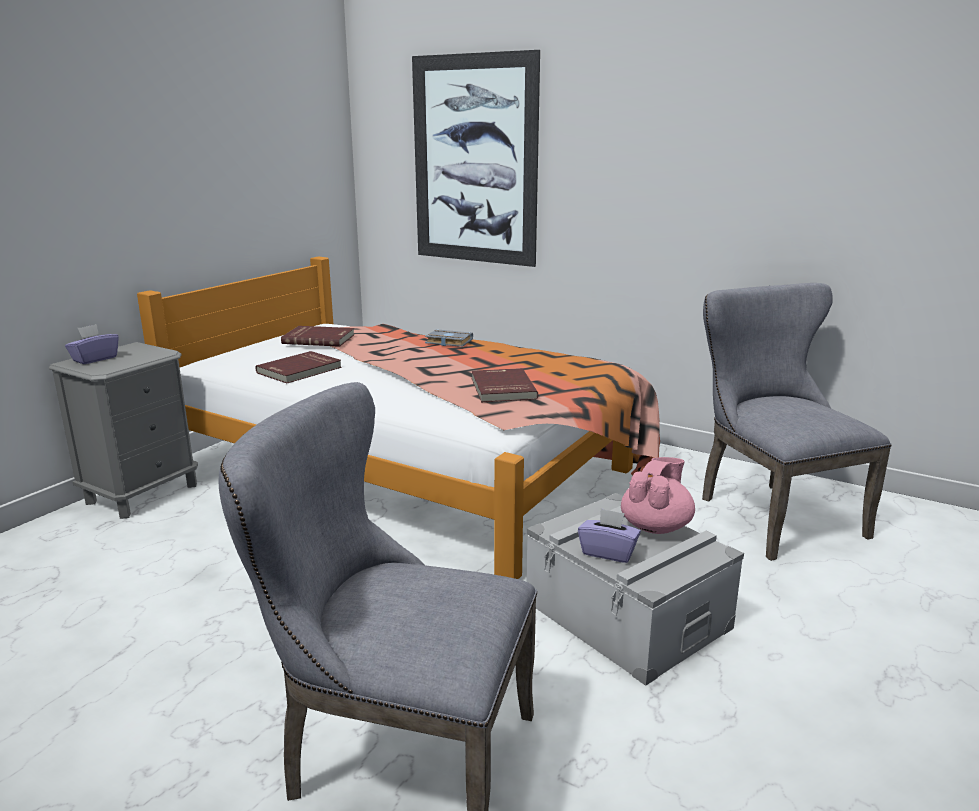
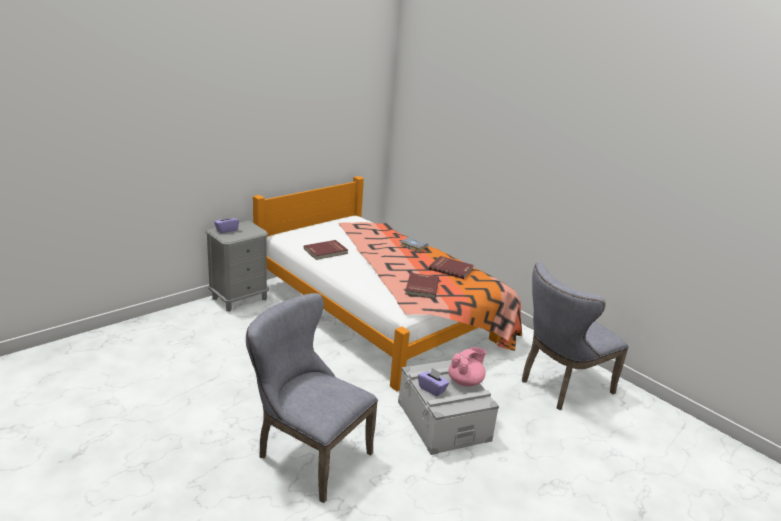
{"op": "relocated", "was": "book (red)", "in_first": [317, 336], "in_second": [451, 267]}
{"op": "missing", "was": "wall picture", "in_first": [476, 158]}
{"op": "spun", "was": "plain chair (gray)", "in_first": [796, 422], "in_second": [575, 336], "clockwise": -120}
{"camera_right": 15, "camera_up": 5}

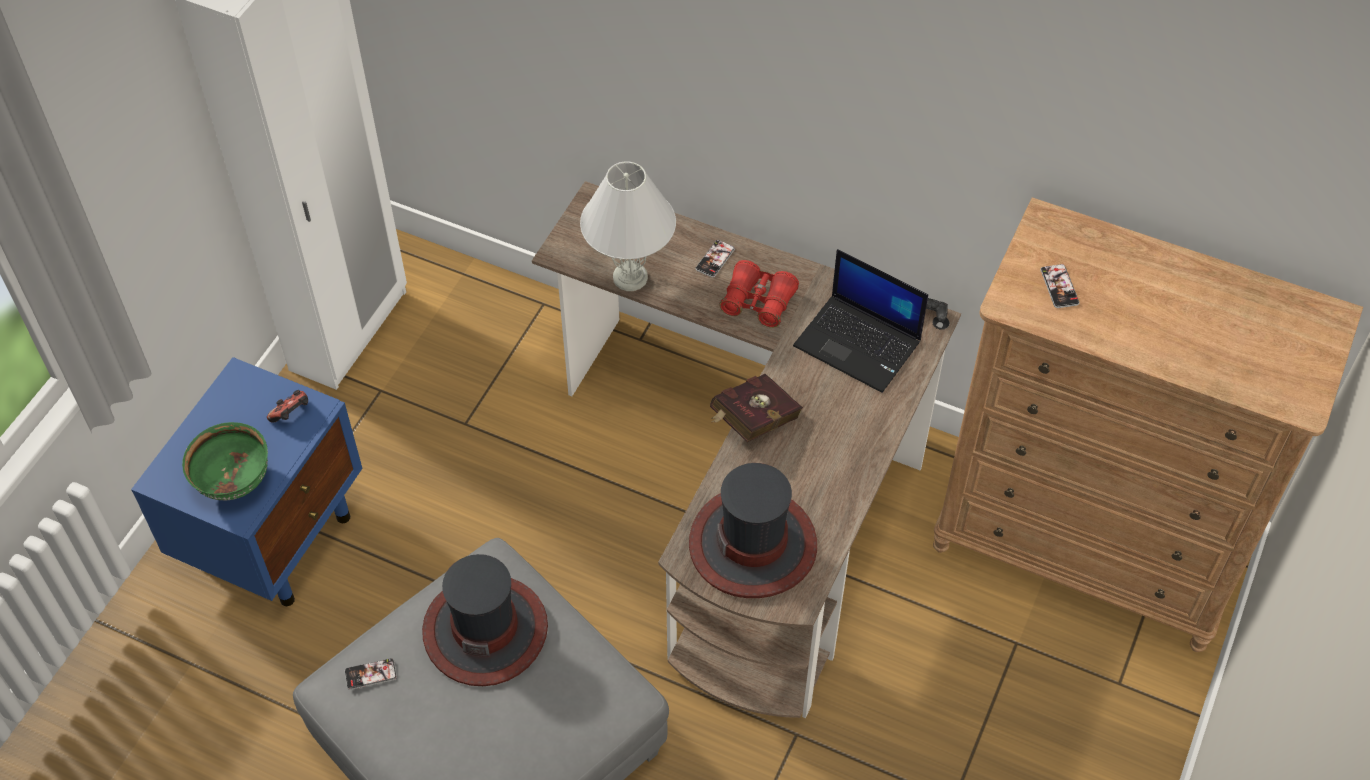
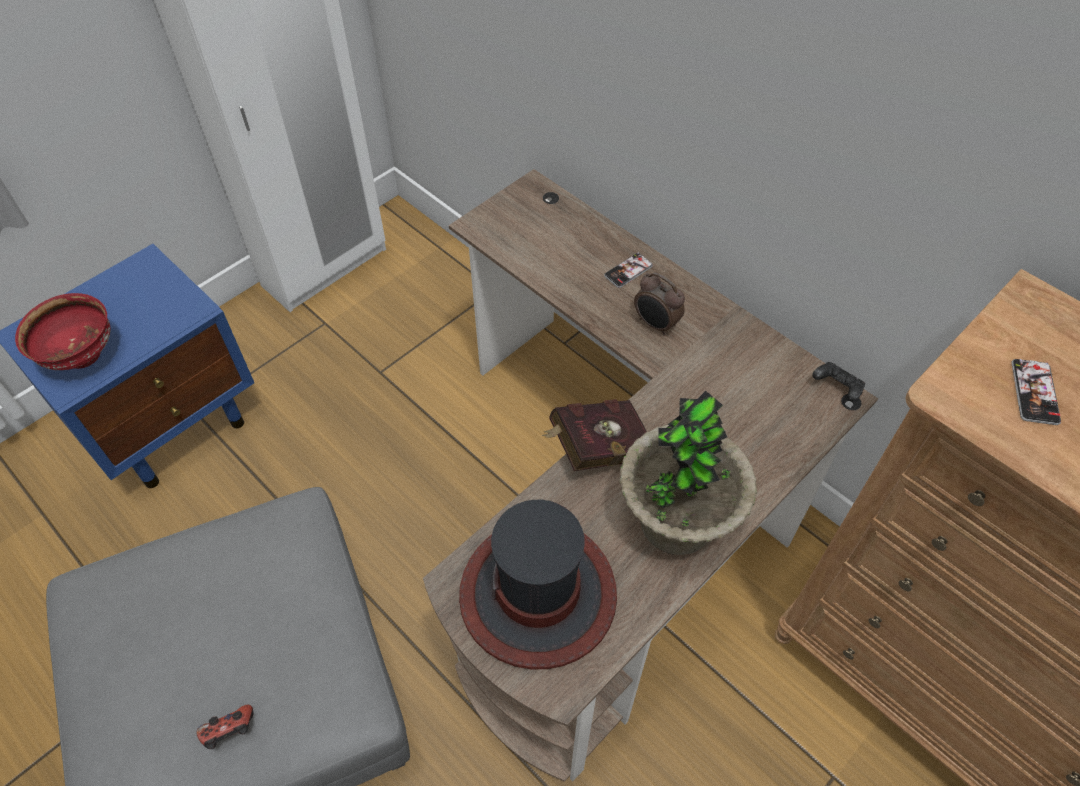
{"op": "colour", "was": "serving bowl (green)", "now": "serving bowl (red)", "in_first": [225, 461], "in_second": [62, 331]}
{"op": "relocated", "was": "gamepad", "in_first": [287, 406], "in_second": [225, 727]}
{"op": "missing", "was": "phone", "in_first": [370, 674]}
{"op": "missing", "was": "hat", "in_first": [485, 620]}
{"op": "missing", "was": "lamp for a table (white-coloured)", "in_first": [628, 226]}
{"op": "exchanged", "was": "pair of binoculars (red)", "now": "table clock", "in_first": [759, 294], "in_second": [659, 303]}
{"op": "missing", "was": "portable computer", "in_first": [860, 321]}
{"op": "appeared", "now": "potted plant", "in_second": [688, 473]}
{"camera_right": 20, "camera_up": 0}

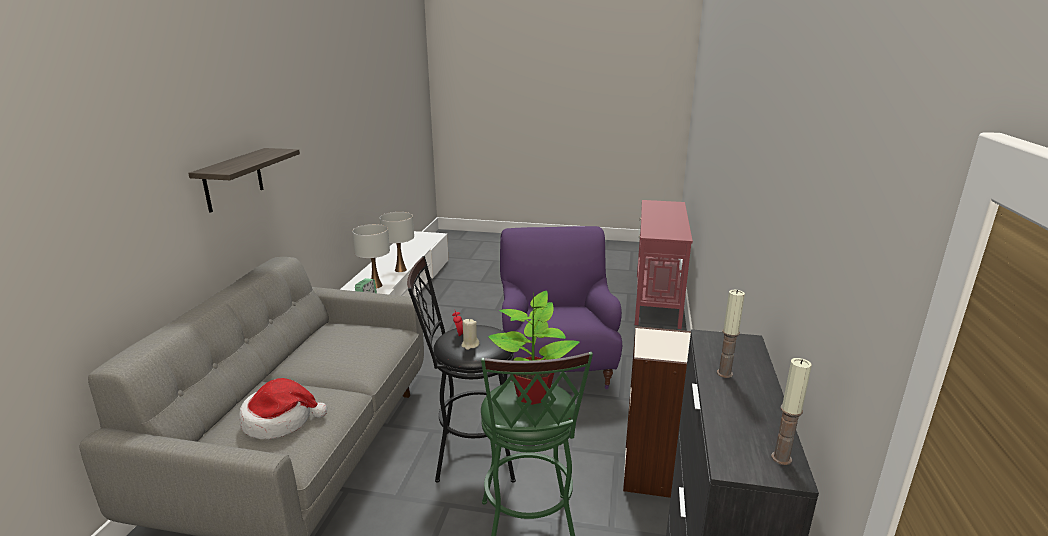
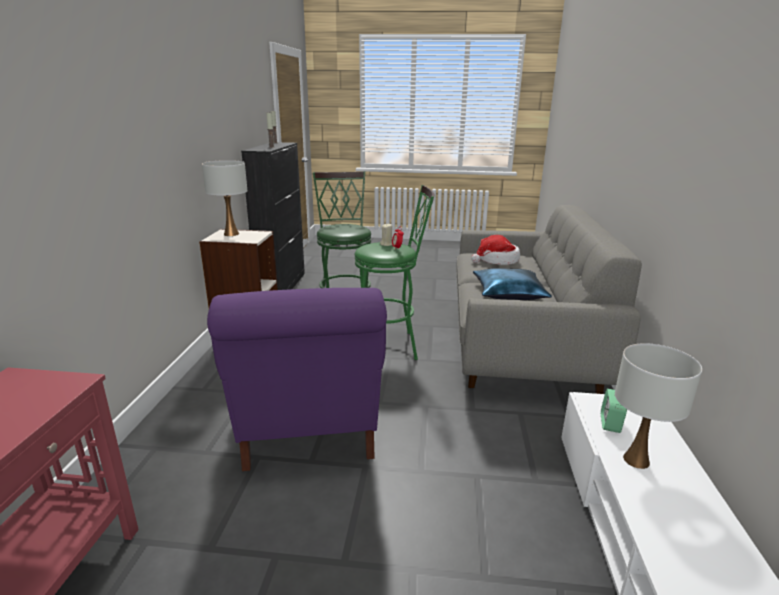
{"op": "missing", "was": "shelf", "in_first": [244, 180]}
{"op": "relocated", "was": "lamp for a table (white-coloured)", "in_first": [397, 242], "in_second": [224, 198]}
{"op": "colour", "was": "stool (black-coloured)", "now": "stool (green)", "in_first": [461, 369], "in_second": [394, 272]}
{"op": "missing", "was": "potted plant", "in_first": [533, 348]}
{"op": "appeared", "now": "pillow (bluish)", "in_second": [512, 284]}
{"camera_right": 175, "camera_up": 0}

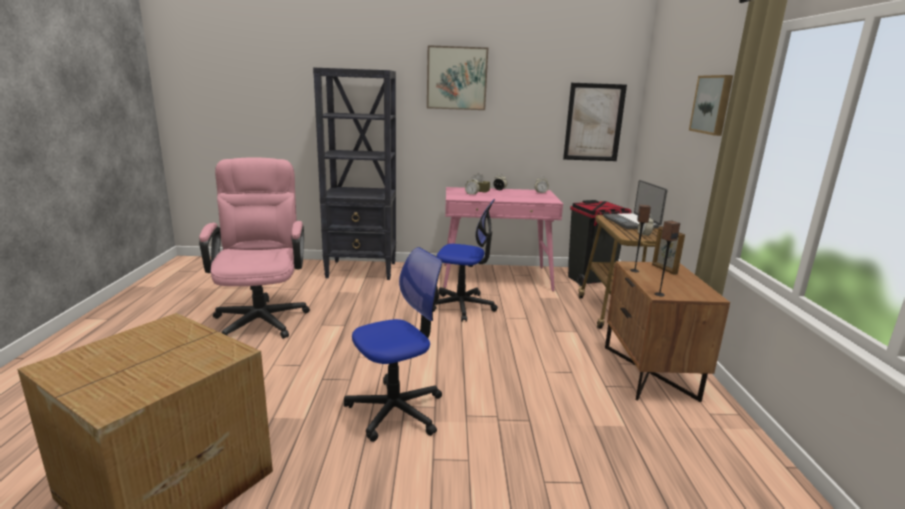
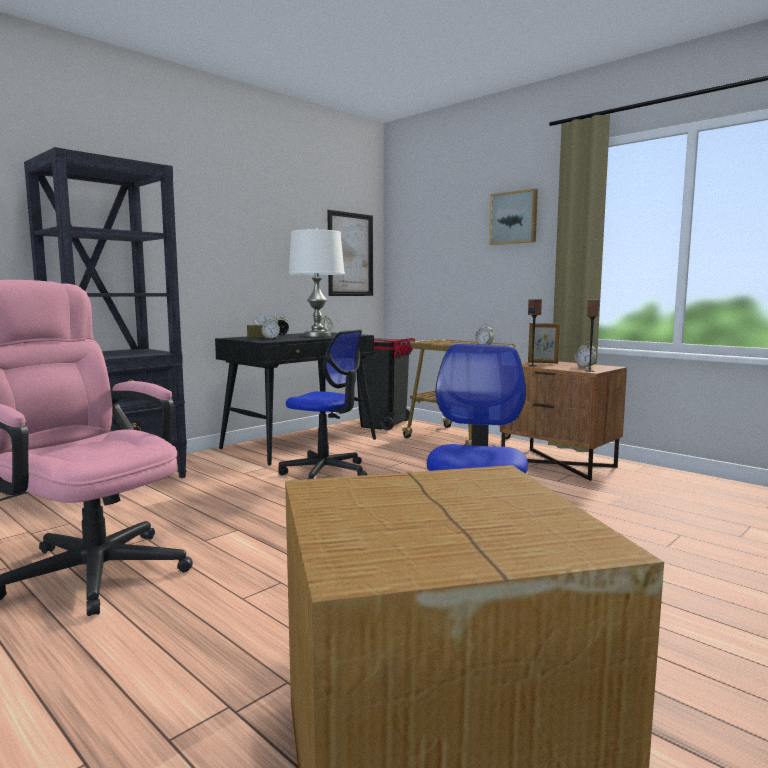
{"op": "missing", "was": "wall picture", "in_first": [457, 77]}
{"op": "spun", "was": "computer chair", "in_first": [465, 260], "in_second": [323, 404], "clockwise": 60}
{"op": "colour", "was": "desk unit (pink)", "now": "desk unit (black-coloured)", "in_first": [503, 239], "in_second": [295, 399]}
{"op": "missing", "was": "portable computer", "in_first": [635, 204]}
{"op": "appeared", "now": "lamp for a table (white-coloured)", "in_second": [317, 282]}
{"op": "appeared", "now": "table clock", "in_second": [586, 354]}
{"camera_right": -45, "camera_up": -10}

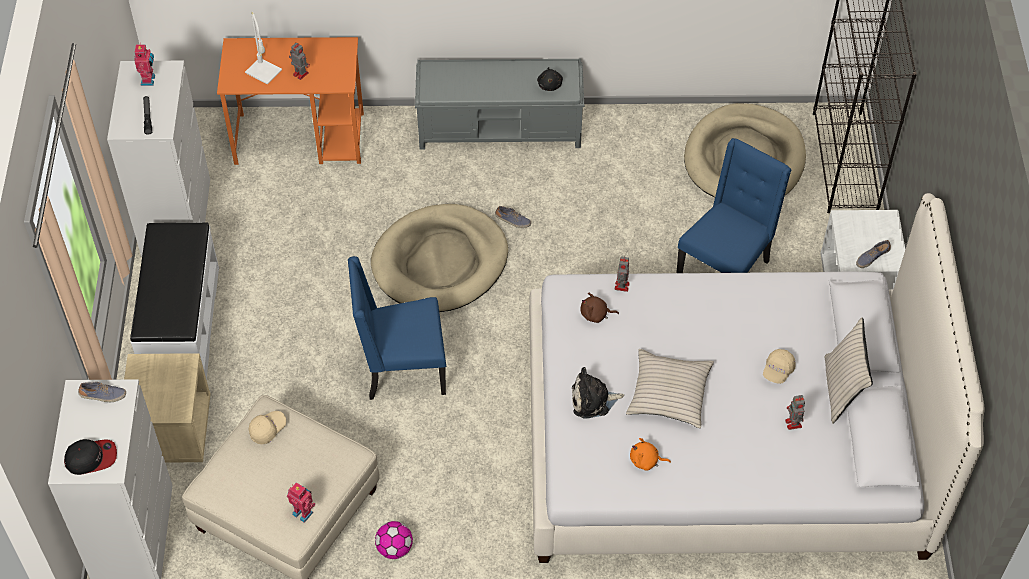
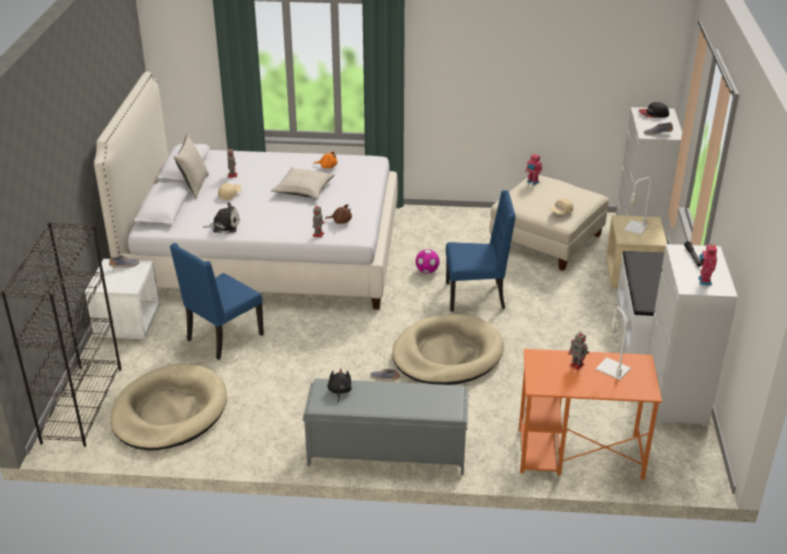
{"op": "relocated", "was": "ball for football", "in_first": [394, 540], "in_second": [428, 261]}
{"op": "relocated", "was": "cuddly toy", "in_first": [598, 393], "in_second": [221, 218]}
{"op": "appeared", "now": "lamp for a table (white-coloured)", "in_second": [638, 206]}
{"camera_right": -175, "camera_up": -20}

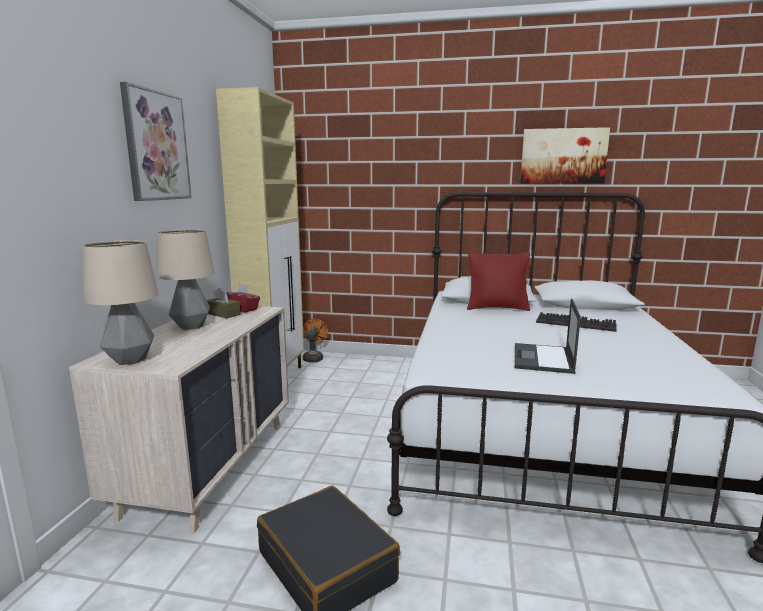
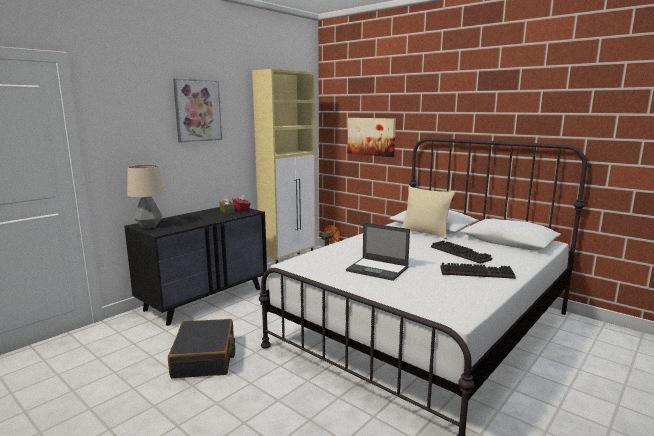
{"op": "colour", "was": "chest of drawers (sand-coloured)", "now": "chest of drawers (black-coloured)", "in_first": [179, 419], "in_second": [195, 266]}
{"op": "missing", "was": "lamp for a table", "in_first": [186, 279]}
{"op": "colour", "was": "pillow (red)", "now": "pillow (sand-coloured)", "in_first": [498, 281], "in_second": [428, 212]}
{"op": "spun", "was": "portable computer", "in_first": [548, 336], "in_second": [378, 252], "clockwise": -105}
{"op": "relocated", "was": "wall picture", "in_first": [565, 155], "in_second": [372, 137]}
{"op": "appeared", "now": "PC keyboard", "in_second": [478, 271]}
{"camera_right": 30, "camera_up": 0}

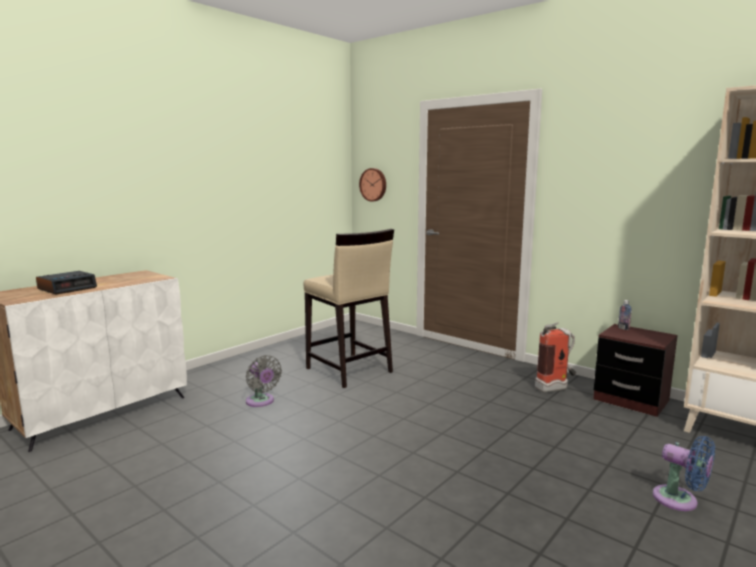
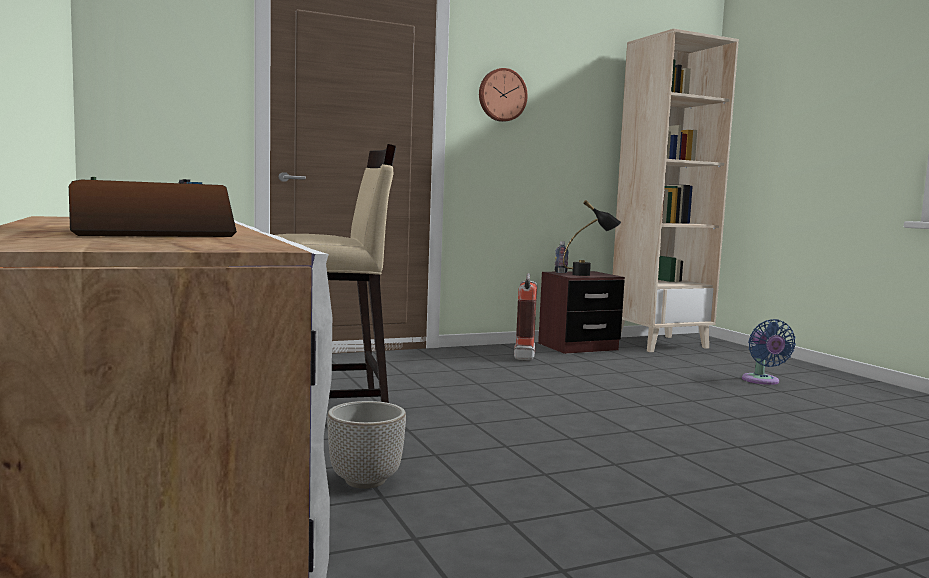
{"op": "exchanged", "was": "electric fan (gray)", "now": "planter", "in_first": [264, 381], "in_second": [366, 445]}
{"op": "relocated", "was": "clock on the wall", "in_first": [372, 184], "in_second": [503, 95]}
{"op": "spun", "was": "electric fan (bluish)", "in_first": [684, 473], "in_second": [769, 352], "clockwise": 105}
{"op": "appeared", "now": "lamp for a table (black-coloured)", "in_second": [592, 238]}
{"camera_right": -65, "camera_up": -5}

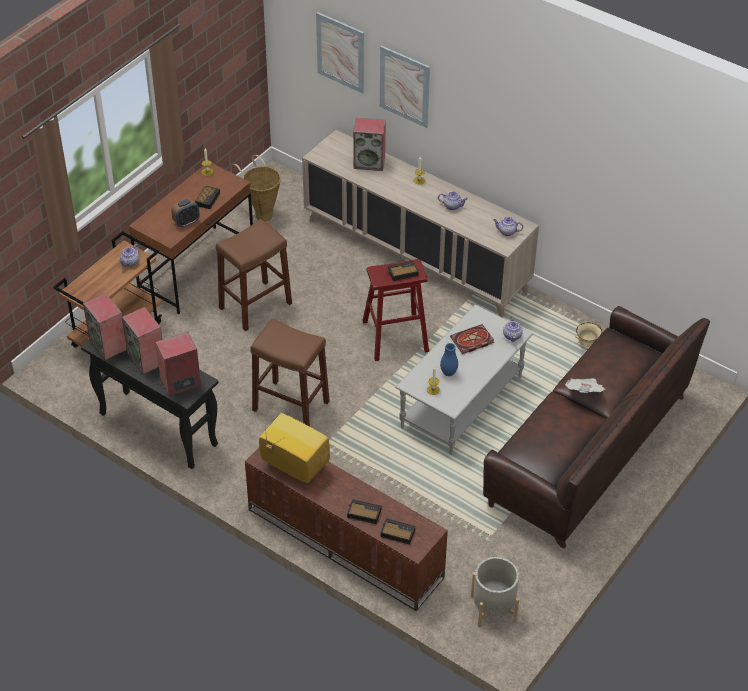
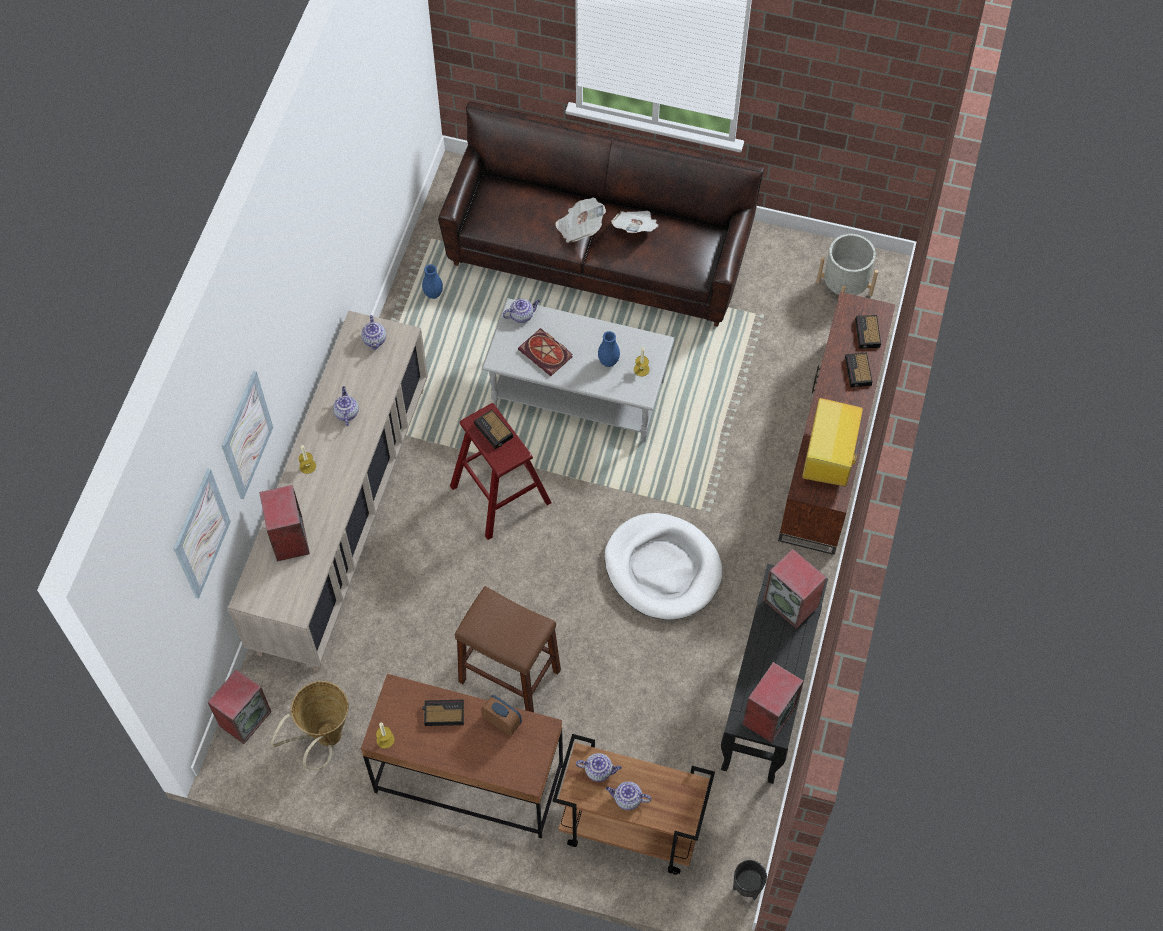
{"op": "relocated", "was": "audio speaker", "in_first": [142, 340], "in_second": [239, 706]}
{"op": "exchanged", "was": "stool (brownish)", "now": "pet bed (white-coloured)", "in_first": [290, 373], "in_second": [663, 566]}
{"op": "exchanged", "was": "serving bowl (sand-coloured)", "now": "flower vase (bluish)", "in_first": [588, 334], "in_second": [432, 281]}
{"op": "appeared", "now": "tea pot", "in_second": [628, 795]}
{"op": "appeared", "now": "daily paper", "in_second": [635, 222]}
{"op": "appeared", "now": "planter (black-coloured)", "in_second": [750, 880]}
{"camera_right": -110, "camera_up": 15}

